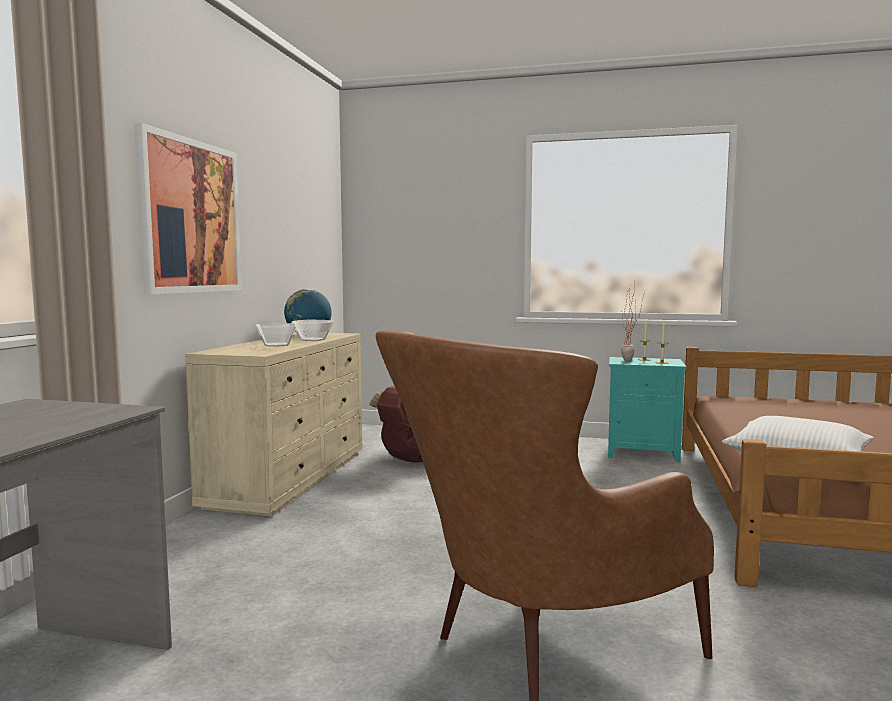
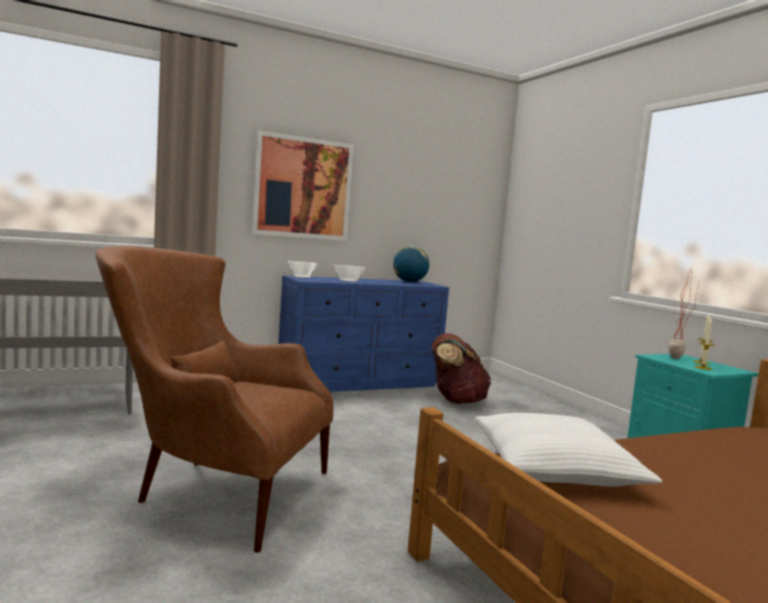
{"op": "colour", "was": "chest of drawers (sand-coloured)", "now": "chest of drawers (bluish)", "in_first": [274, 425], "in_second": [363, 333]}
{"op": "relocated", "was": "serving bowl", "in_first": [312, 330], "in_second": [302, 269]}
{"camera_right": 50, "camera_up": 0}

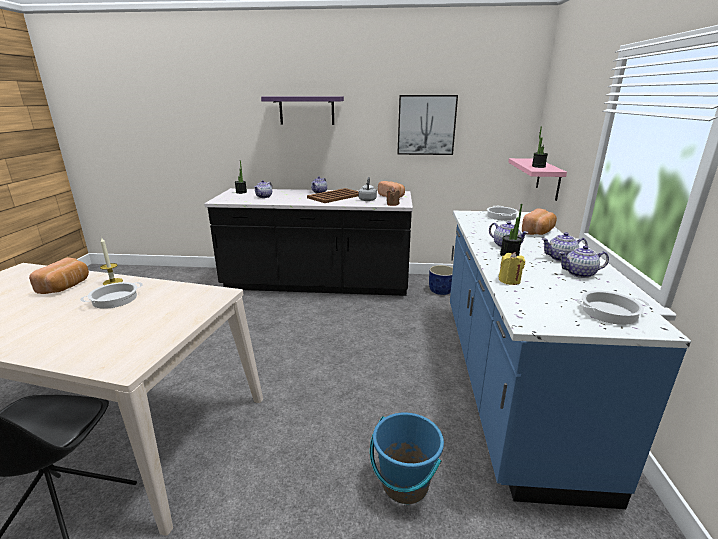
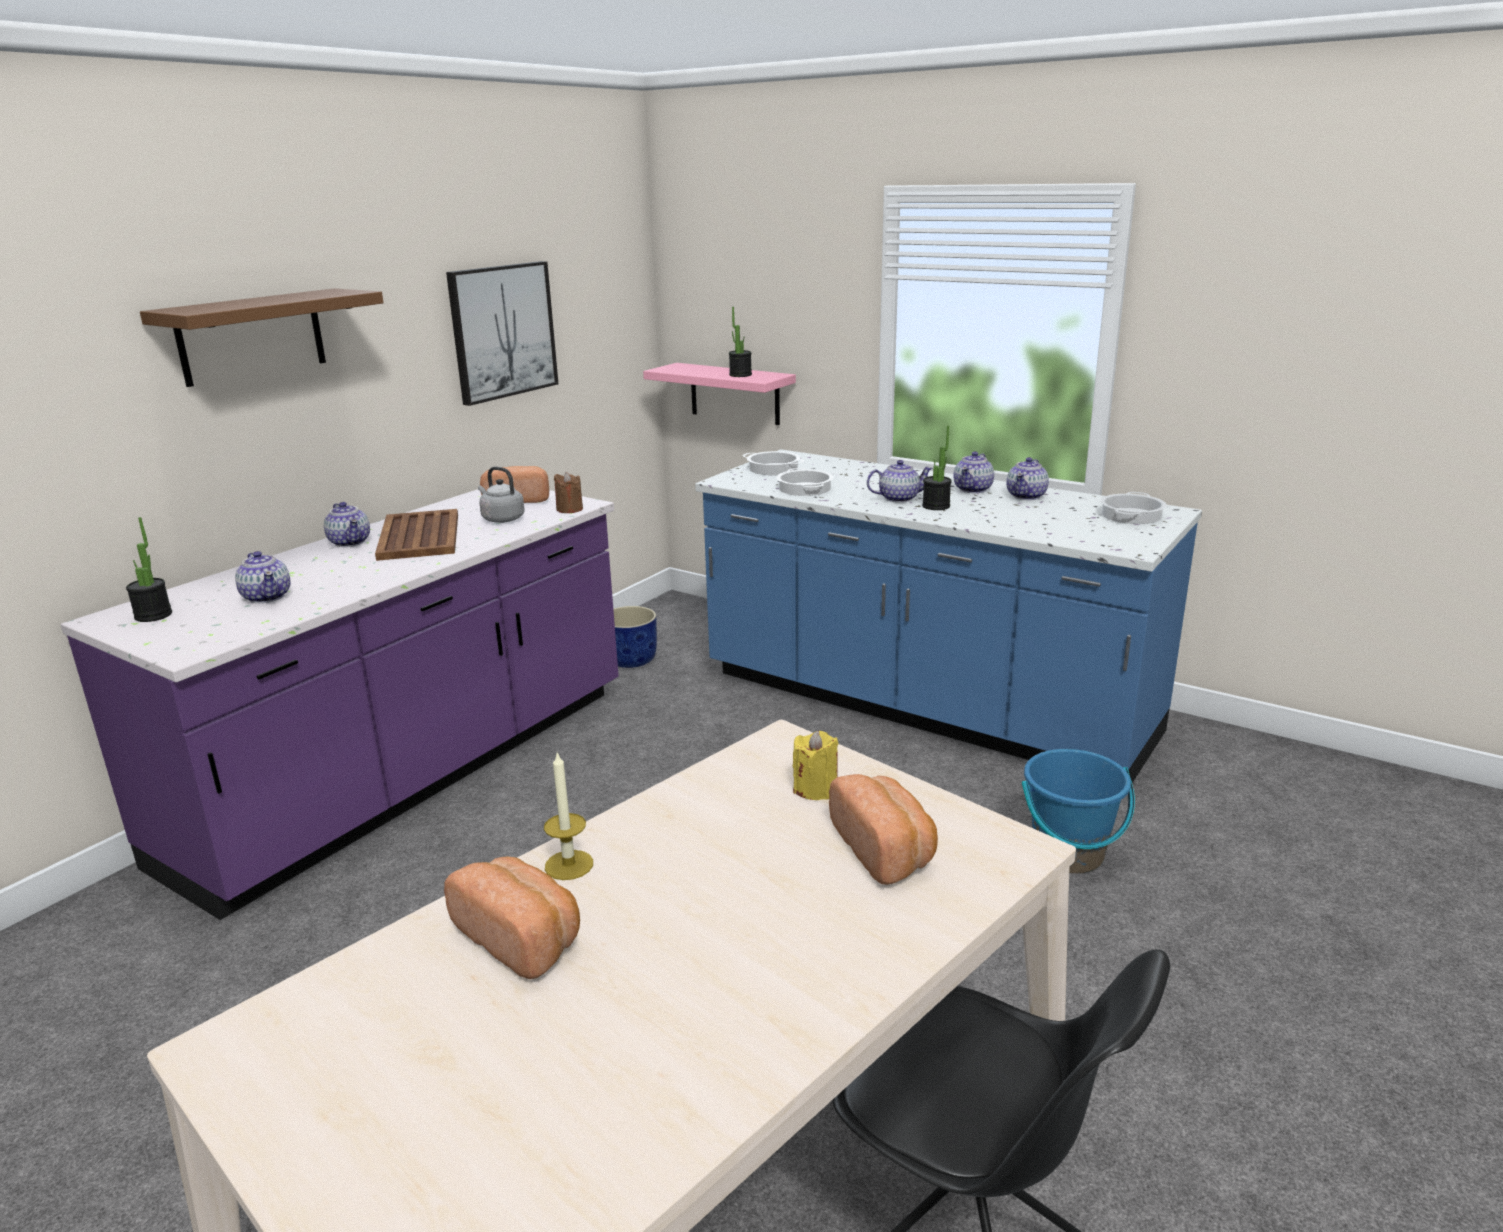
{"op": "relocated", "was": "cooking pot", "in_first": [111, 295], "in_second": [804, 482]}
{"op": "colour", "was": "counter (black-coloured)", "now": "counter (purplish)", "in_first": [308, 242], "in_second": [340, 704]}
{"op": "colour", "was": "shelf (purplish)", "now": "shelf (brownish)", "in_first": [302, 110], "in_second": [262, 337]}
{"op": "relocated", "was": "wax candle (yellow-coloured)", "in_first": [511, 268], "in_second": [815, 765]}
{"op": "relocated", "was": "baked bread", "in_first": [539, 221], "in_second": [883, 829]}
{"camera_right": -60, "camera_up": 0}

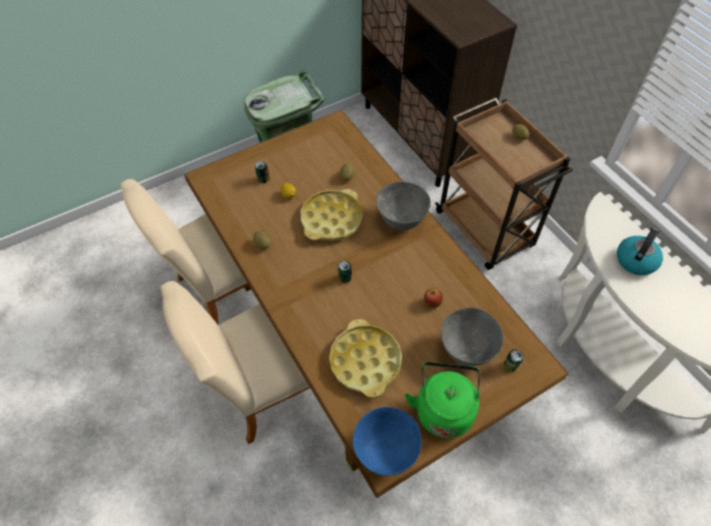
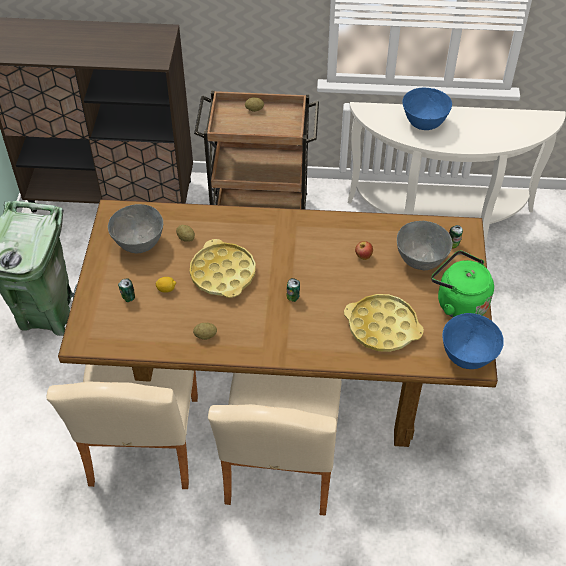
{"op": "relocated", "was": "serving bowl (gray)", "in_first": [403, 206], "in_second": [135, 228]}
{"op": "exchanged", "was": "kettle", "now": "serving bowl (bluish)", "in_first": [640, 251], "in_second": [427, 109]}
{"camera_right": -55, "camera_up": -5}

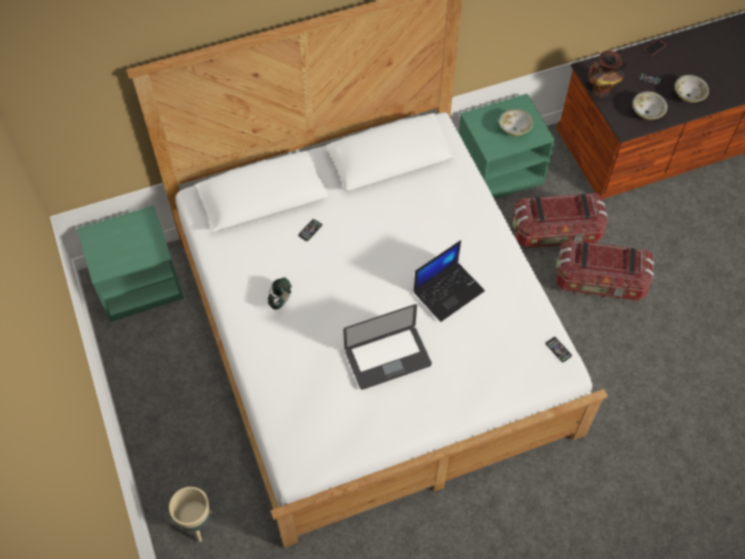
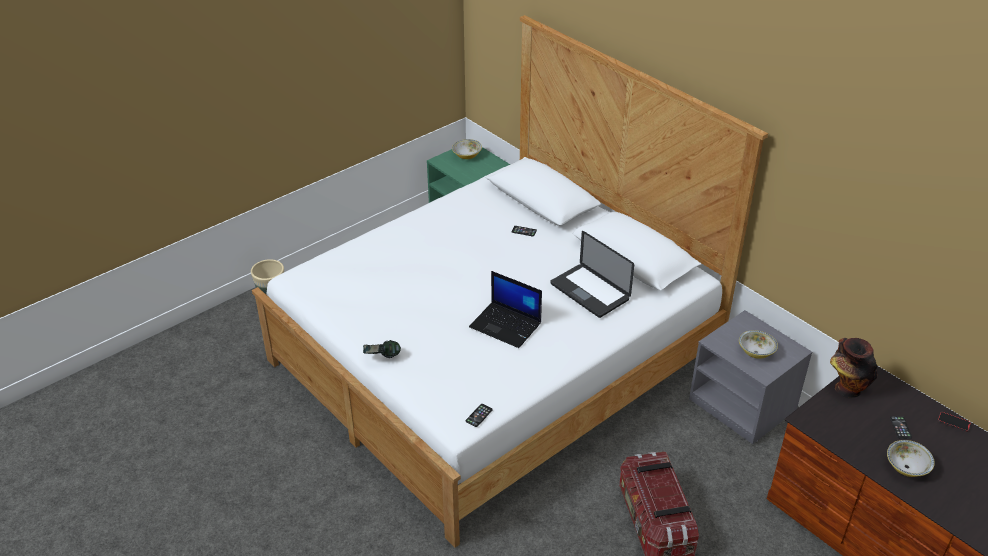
{"op": "relocated", "was": "headset", "in_first": [280, 293], "in_second": [382, 349]}
{"op": "relocated", "was": "portable computer", "in_first": [387, 347], "in_second": [592, 274]}
{"op": "colour", "was": "nightstand (green)", "now": "nightstand (gray)", "in_first": [507, 146], "in_second": [750, 377]}
{"op": "missing", "was": "storage box", "in_first": [560, 220]}
{"op": "relocated", "was": "serving bowl", "in_first": [650, 105], "in_second": [467, 149]}
{"camera_right": 70, "camera_up": -20}

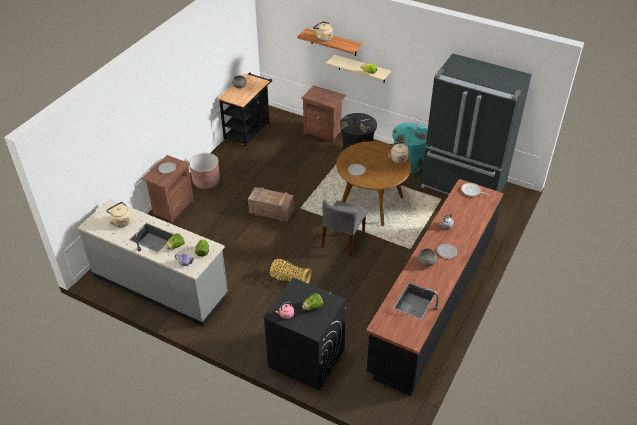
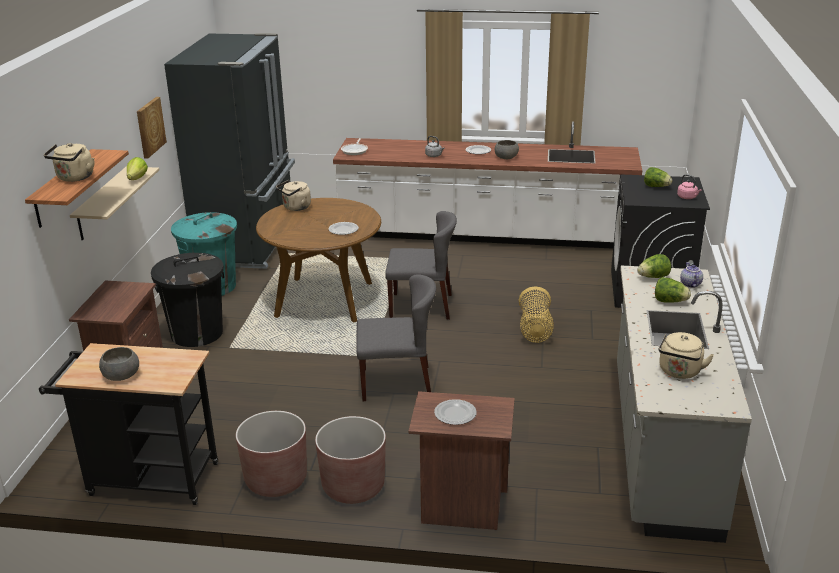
{"op": "exchanged", "was": "crate", "now": "plain chair (gray)", "in_first": [271, 204], "in_second": [396, 337]}
{"op": "colour", "was": "counter (black-coloured)", "now": "counter (white-coloured)", "in_first": [434, 287], "in_second": [487, 185]}
{"op": "appeared", "now": "wall picture", "in_second": [152, 128]}
{"op": "appeared", "now": "planter (brownish)", "in_second": [271, 454]}
{"camera_right": -110, "camera_up": -15}

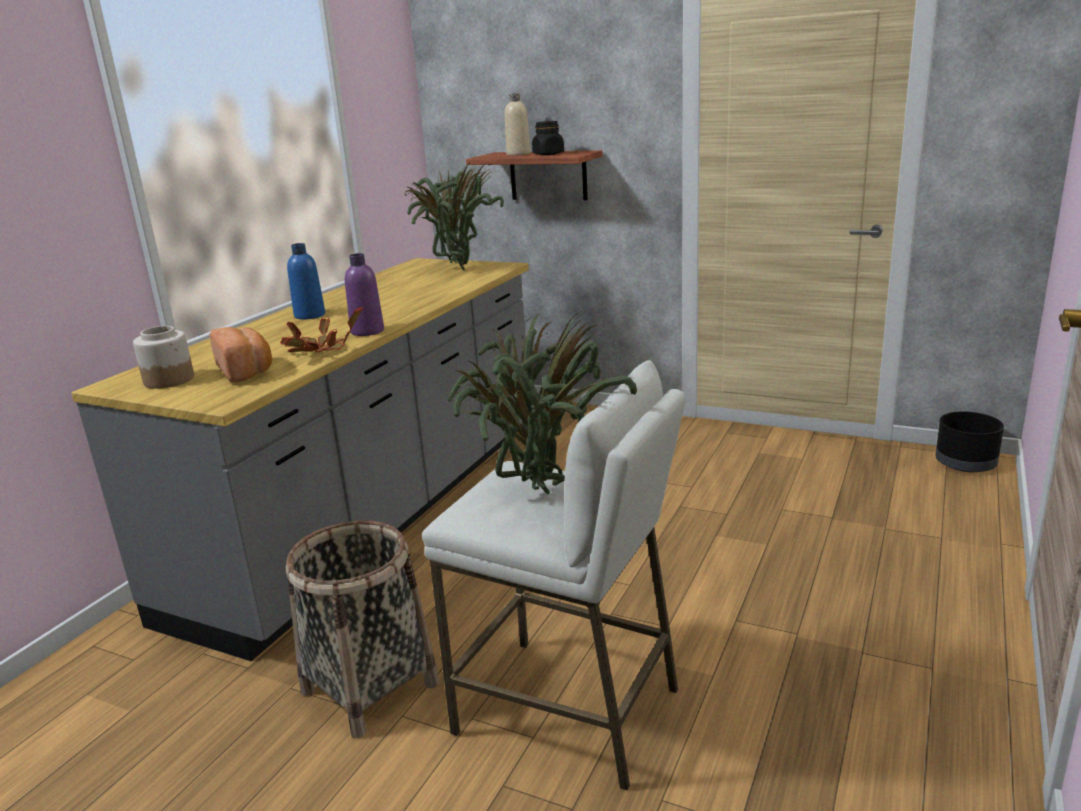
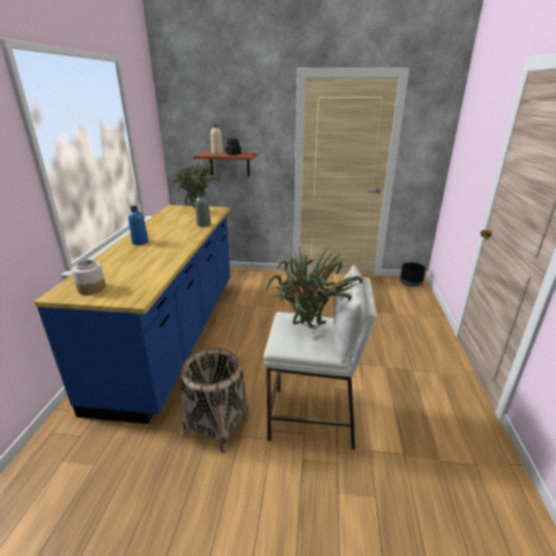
{"op": "colour", "was": "counter (gray)", "now": "counter (bluish)", "in_first": [300, 459], "in_second": [132, 314]}
{"op": "missing", "was": "baked bread", "in_first": [240, 354]}
{"op": "missing", "was": "potted plant", "in_first": [321, 329]}
{"op": "missing", "was": "beverage bottle (purplish)", "in_first": [364, 294]}
{"op": "appeared", "now": "beverage bottle (gray)", "in_second": [203, 209]}
{"camera_right": -20, "camera_up": 5}

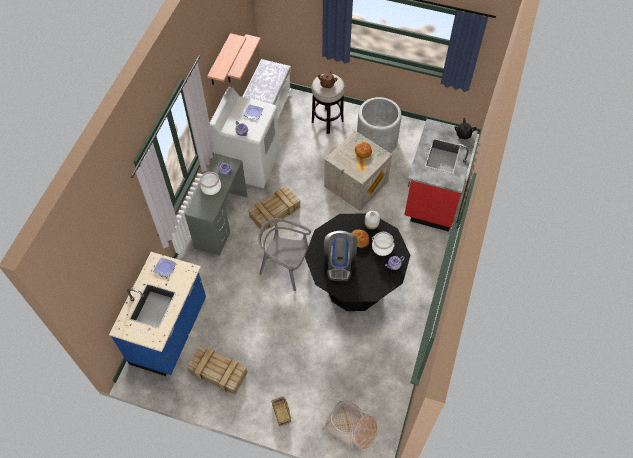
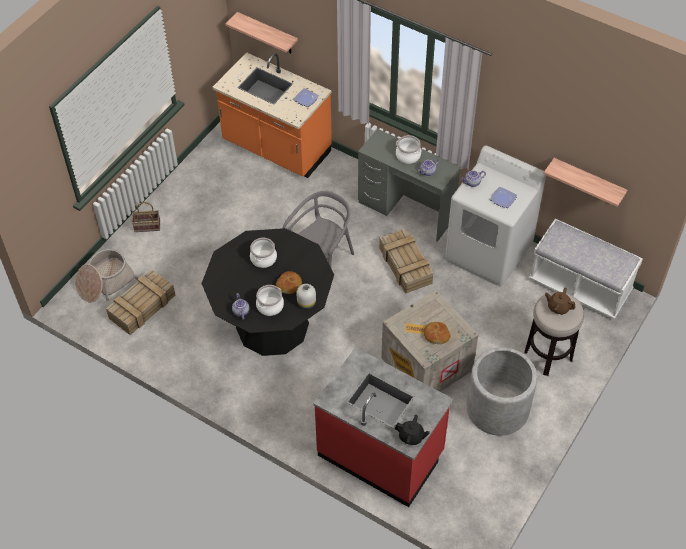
{"op": "colour", "was": "counter (bluish)", "now": "counter (orange)", "in_first": [157, 314], "in_second": [272, 115]}
{"op": "relocated", "was": "crate", "in_first": [217, 370], "in_second": [140, 302]}
{"op": "relocated", "was": "shelf", "in_first": [226, 58], "in_second": [262, 32]}
{"op": "exchanged", "was": "coffee machine", "now": "cooking pot", "in_first": [341, 256], "in_second": [263, 253]}
{"camera_right": 105, "camera_up": -5}

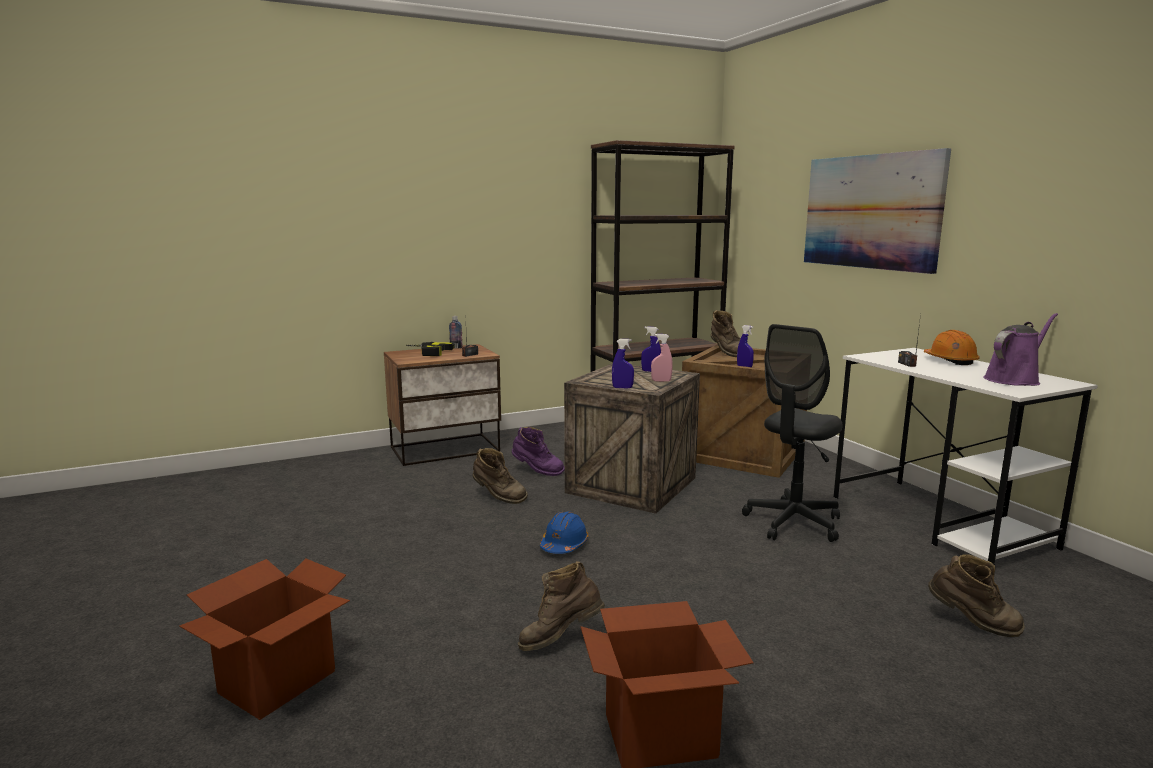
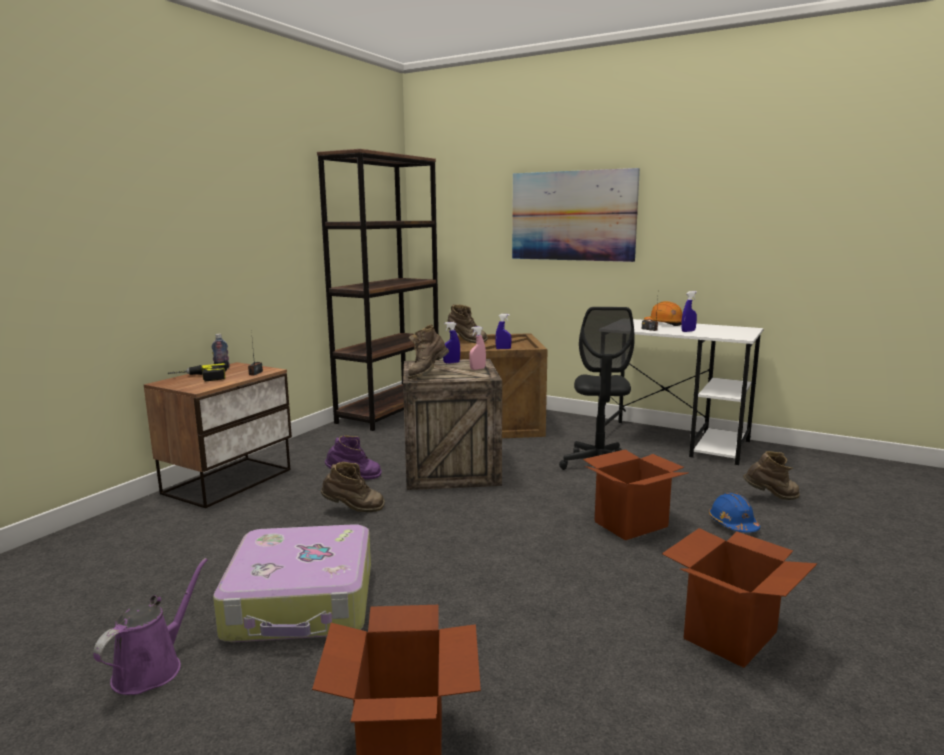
{"op": "relocated", "was": "boot (brownish)", "in_first": [561, 606], "in_second": [428, 351]}
{"op": "relocated", "was": "work helmet (bluish)", "in_first": [564, 532], "in_second": [734, 513]}
{"op": "relocated", "was": "hand sprayer (bluish)", "in_first": [623, 364], "in_second": [689, 311]}
{"op": "relocated", "was": "sprinkling can (purplish)", "in_first": [1020, 349], "in_second": [150, 626]}
{"op": "appeared", "now": "suitcase", "in_second": [292, 583]}
{"op": "appeared", "now": "packing box", "in_second": [635, 494]}
{"camera_right": -35, "camera_up": 0}

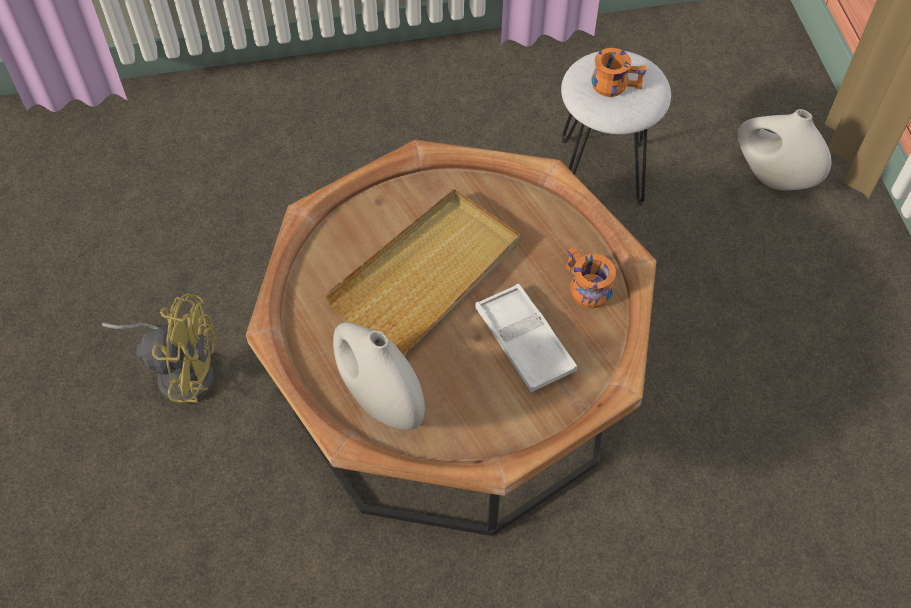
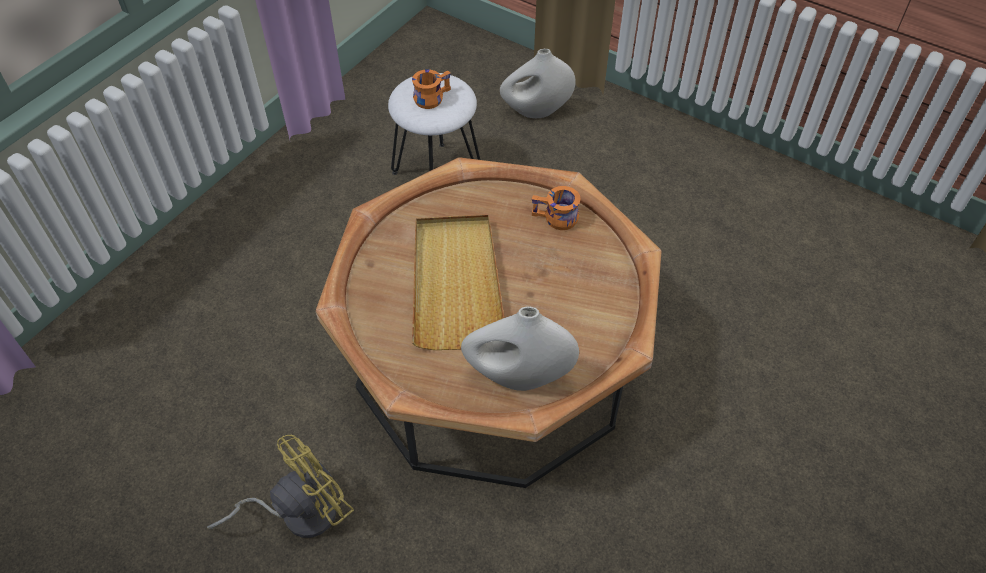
{"op": "missing", "was": "carrying tray (white-coloured)", "in_first": [526, 338]}
{"camera_right": -45, "camera_up": -5}

